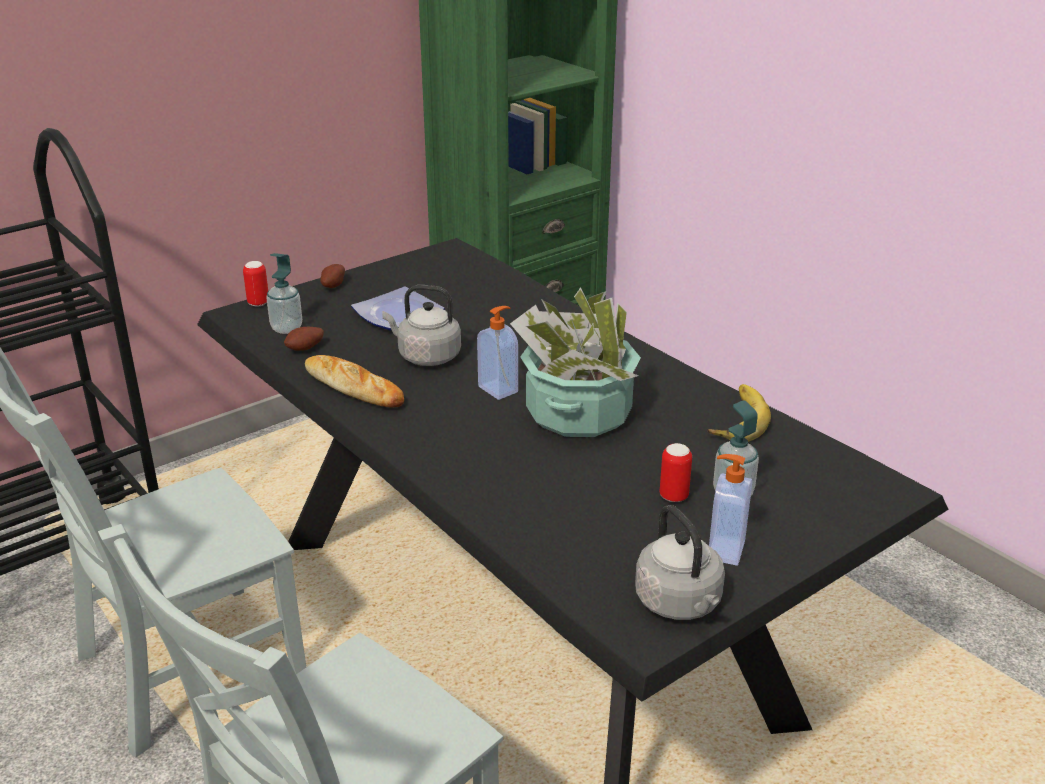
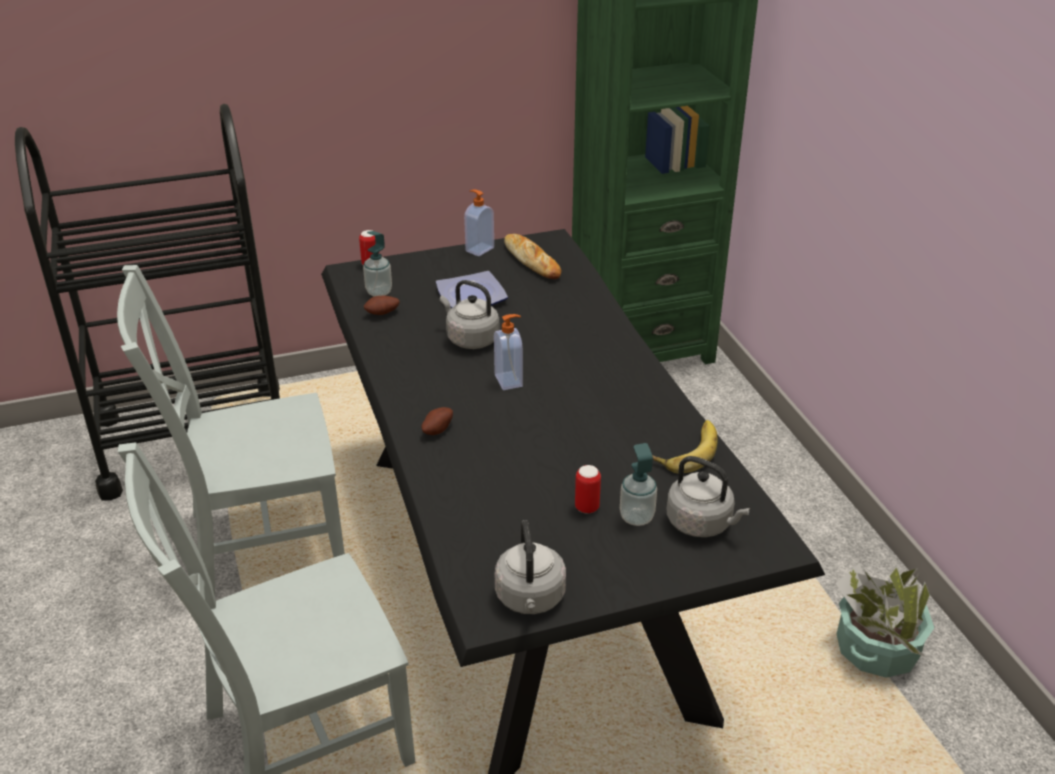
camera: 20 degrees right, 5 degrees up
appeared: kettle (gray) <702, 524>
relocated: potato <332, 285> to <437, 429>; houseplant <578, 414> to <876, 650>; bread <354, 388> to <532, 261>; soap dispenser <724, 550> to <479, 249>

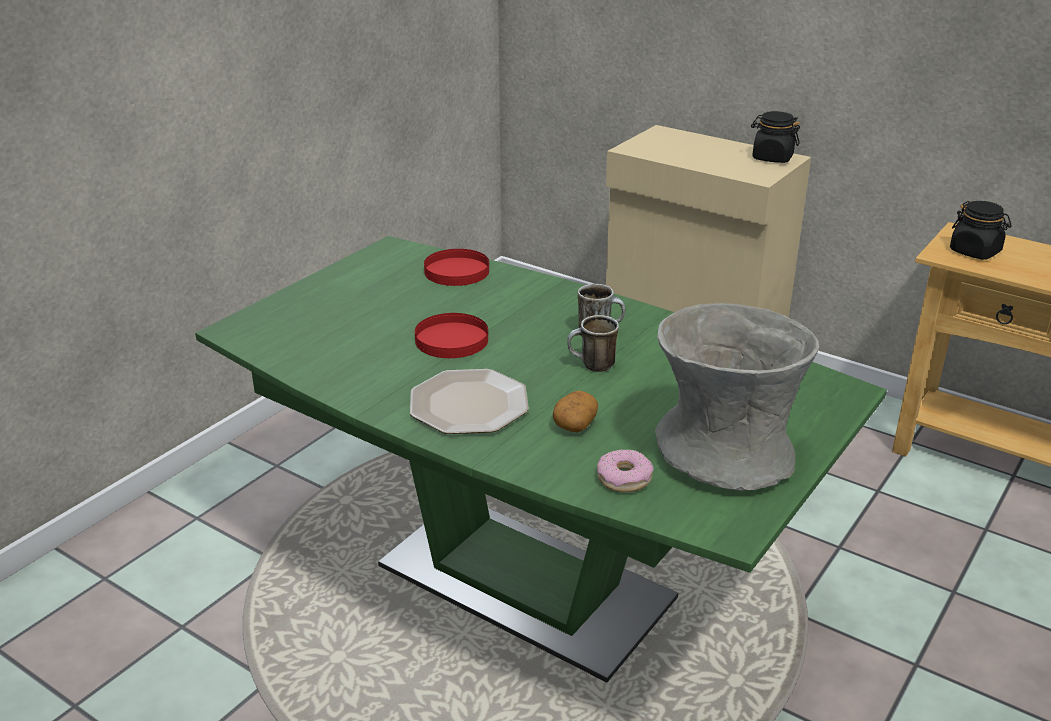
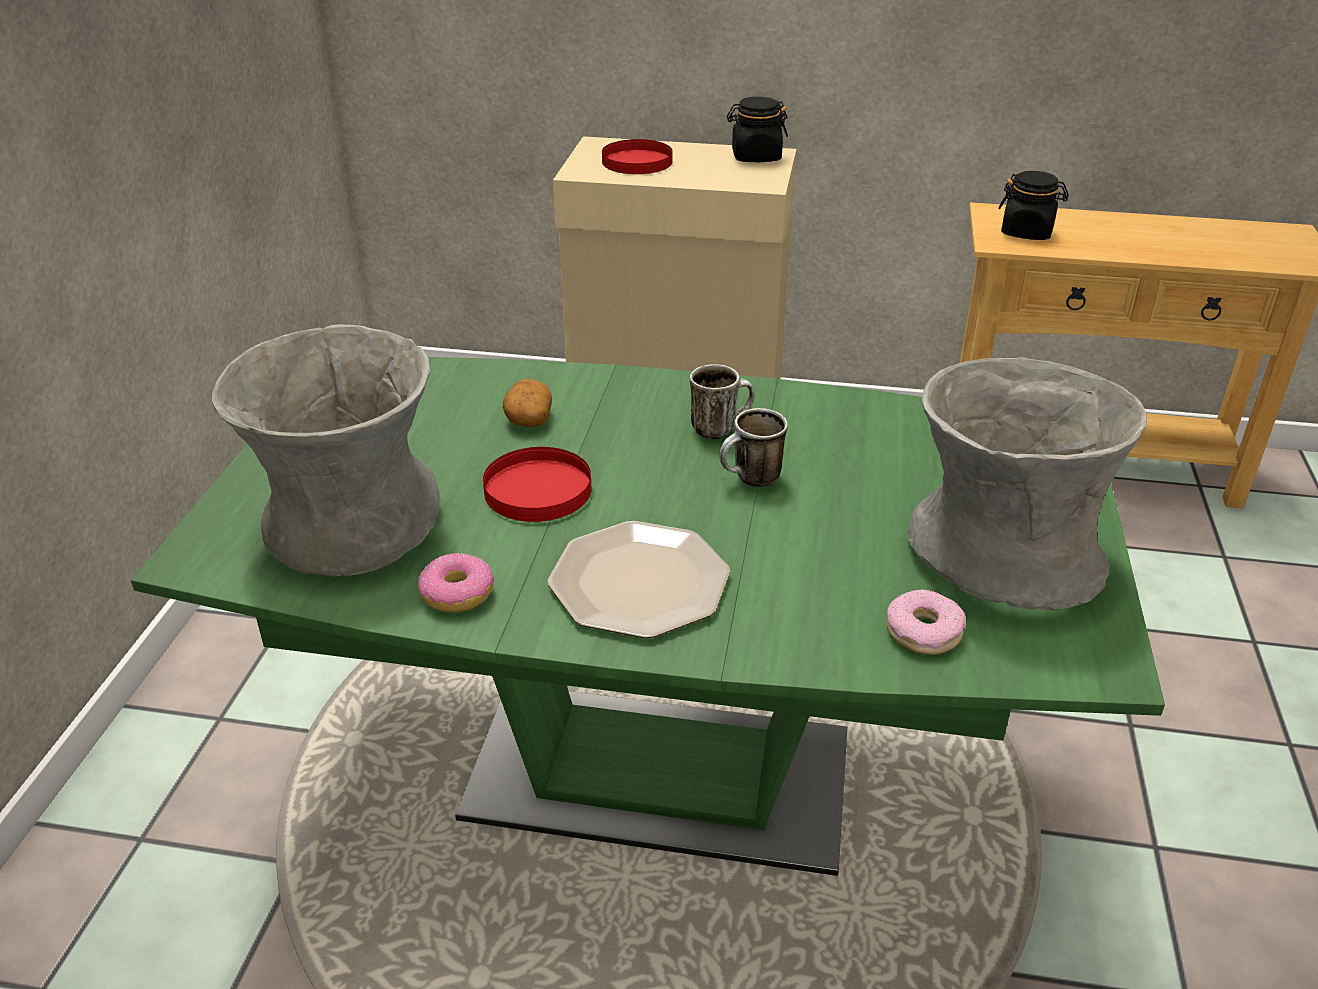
camera: 25 degrees left, 5 degrees up
appeared: vase (gray) <350, 522>; donut <458, 594>
relocated: dinner plate (red) <456, 271> to <636, 161>; potato <575, 423> to <528, 418>

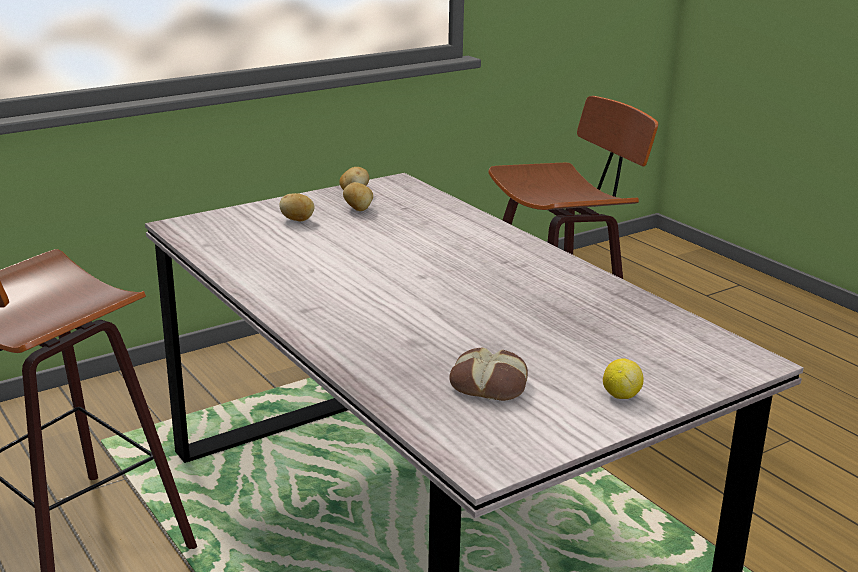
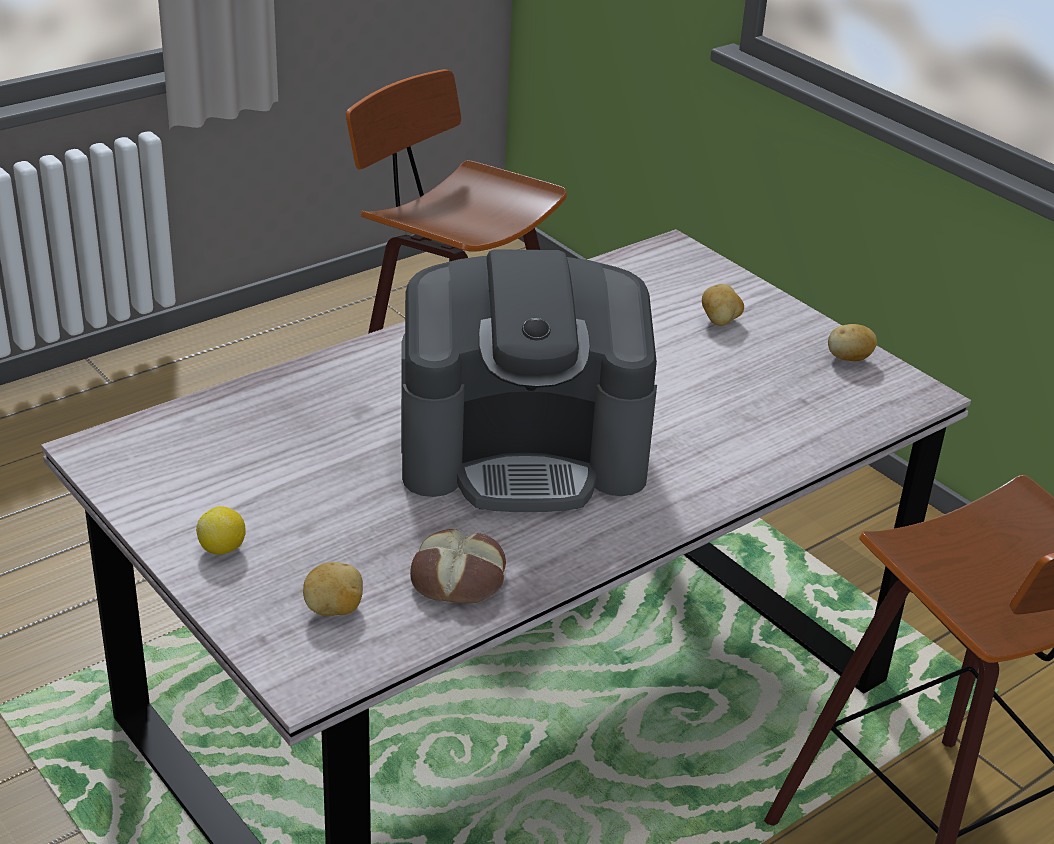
camera: 85 degrees right, 10 degrees up
appeared: coffee brewer <524, 451>
relocated: potato <359, 209> to <334, 610>; bread <490, 383> to <460, 578>

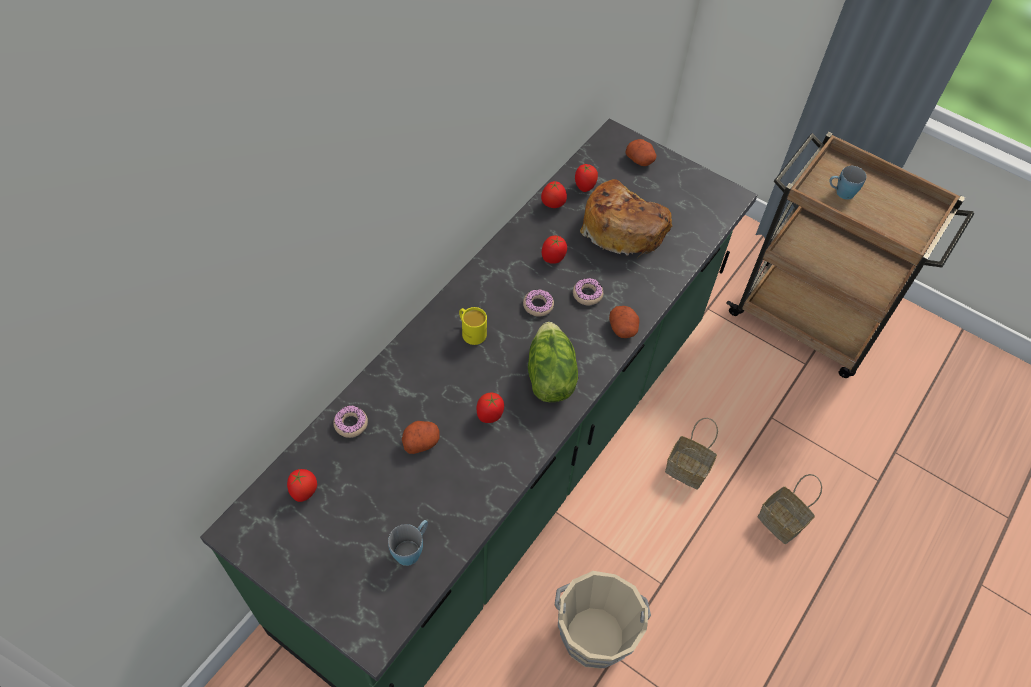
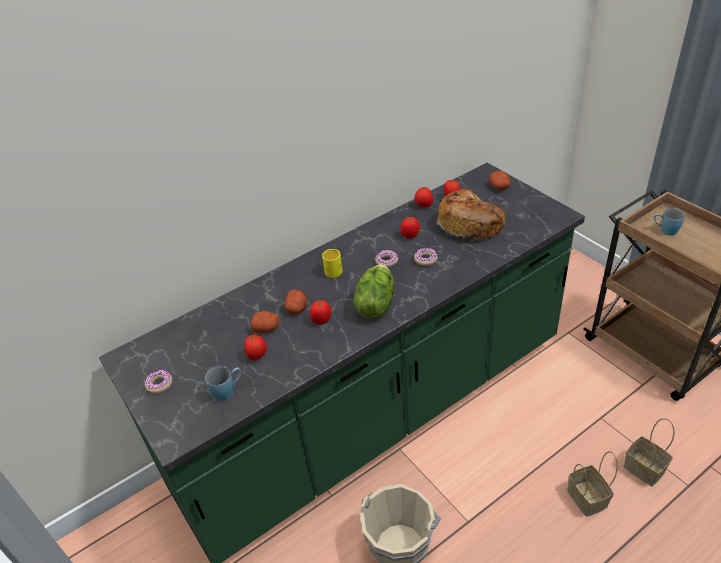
camera: 25 degrees right, 15 degrees down
relocated: potato <623, 328> to <297, 309>; donut <351, 424> to <159, 384>; storage basket <688, 470> to <645, 469>; whole tomato <304, 492> to <257, 356>

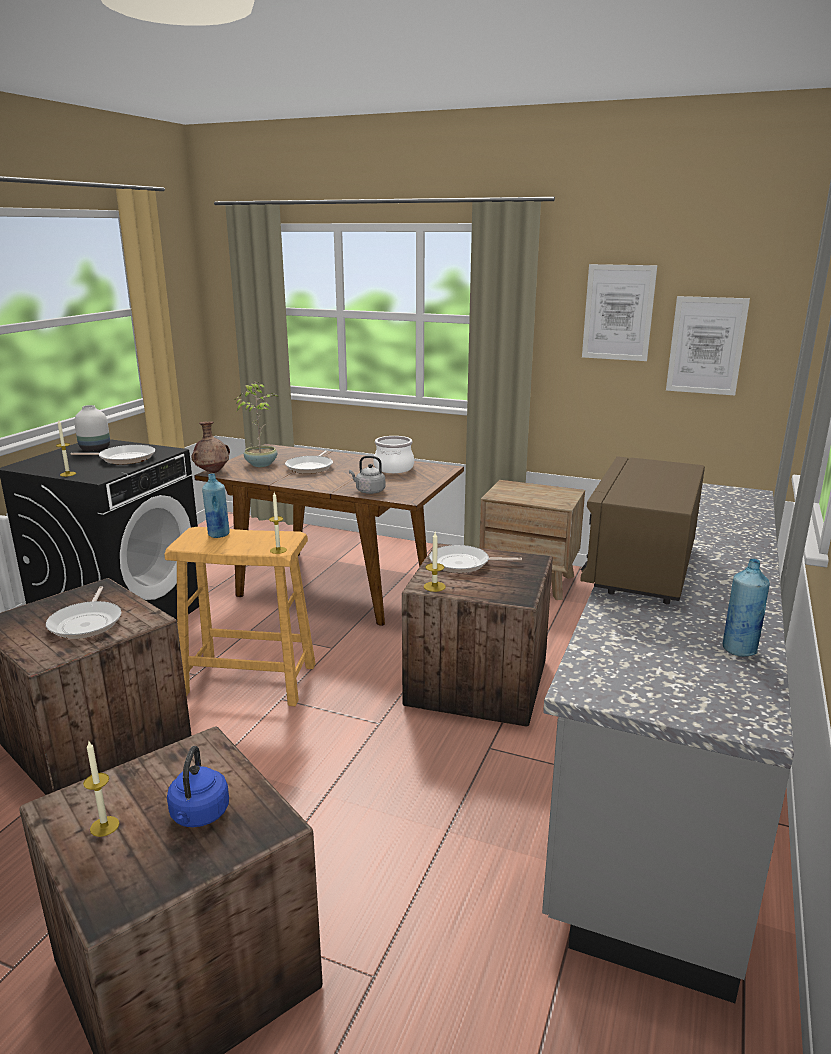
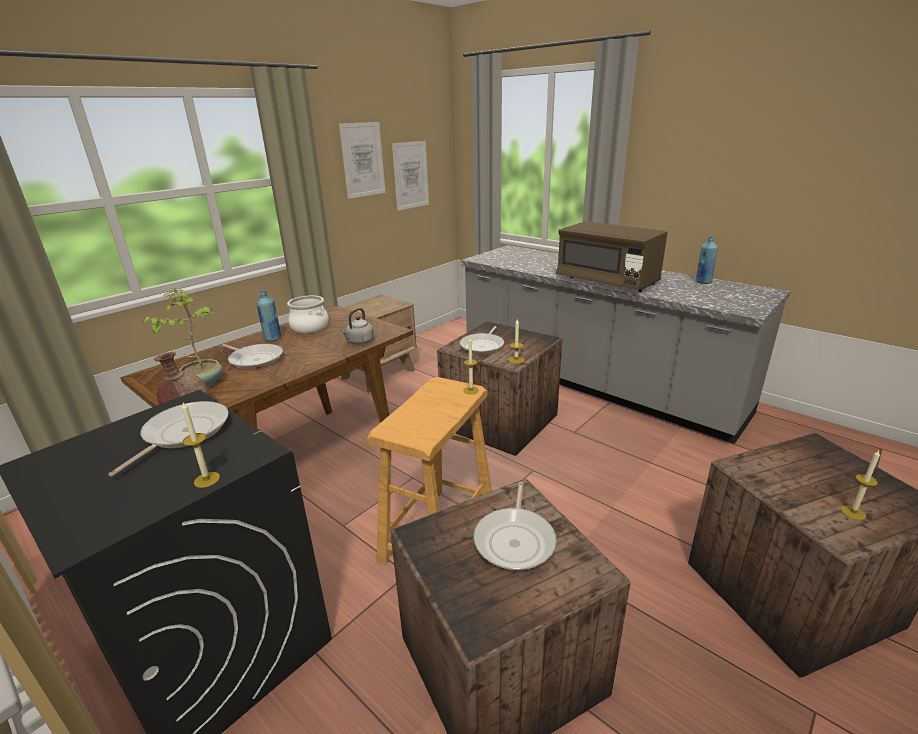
camera: 70 degrees left, 5 degrees up
missing: vase (whitish) <94, 448>; kettle (blue-coloured) <199, 816>
relocated: beverage bottle (blue-coloured) <218, 534> to <272, 338>
spun: pan <87, 623> = <515, 540> 90 degrees clockwise

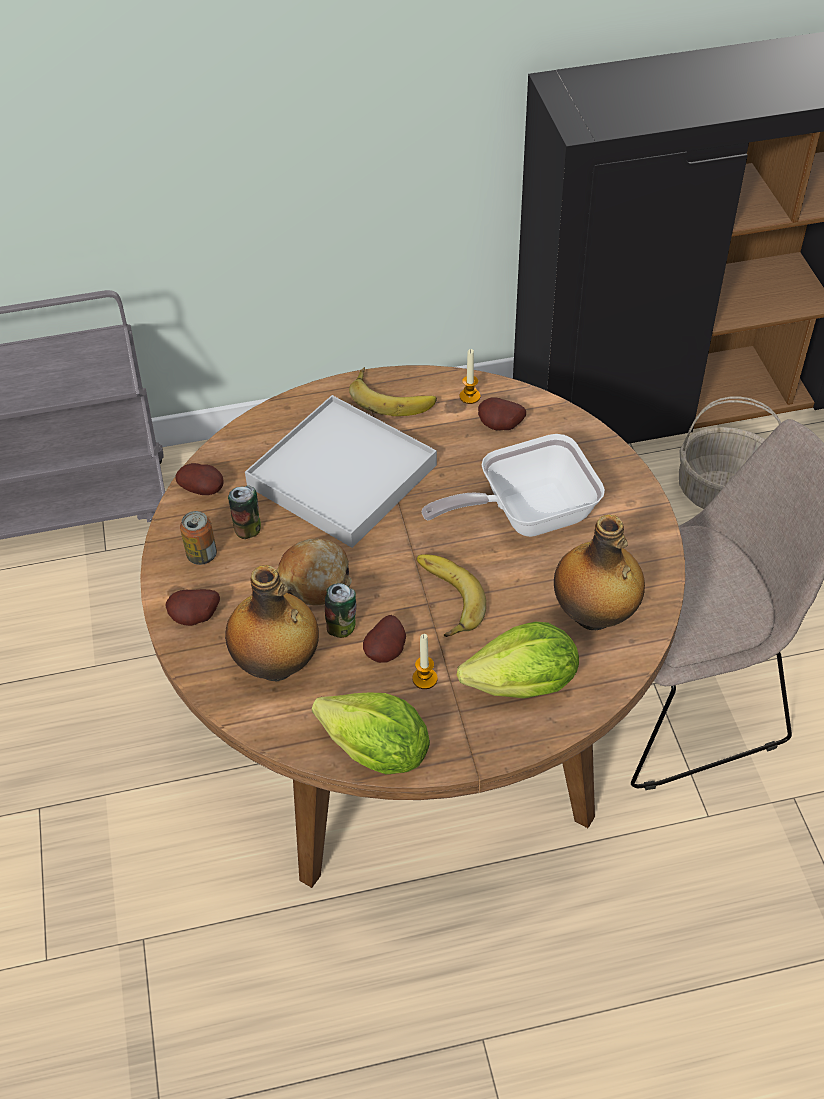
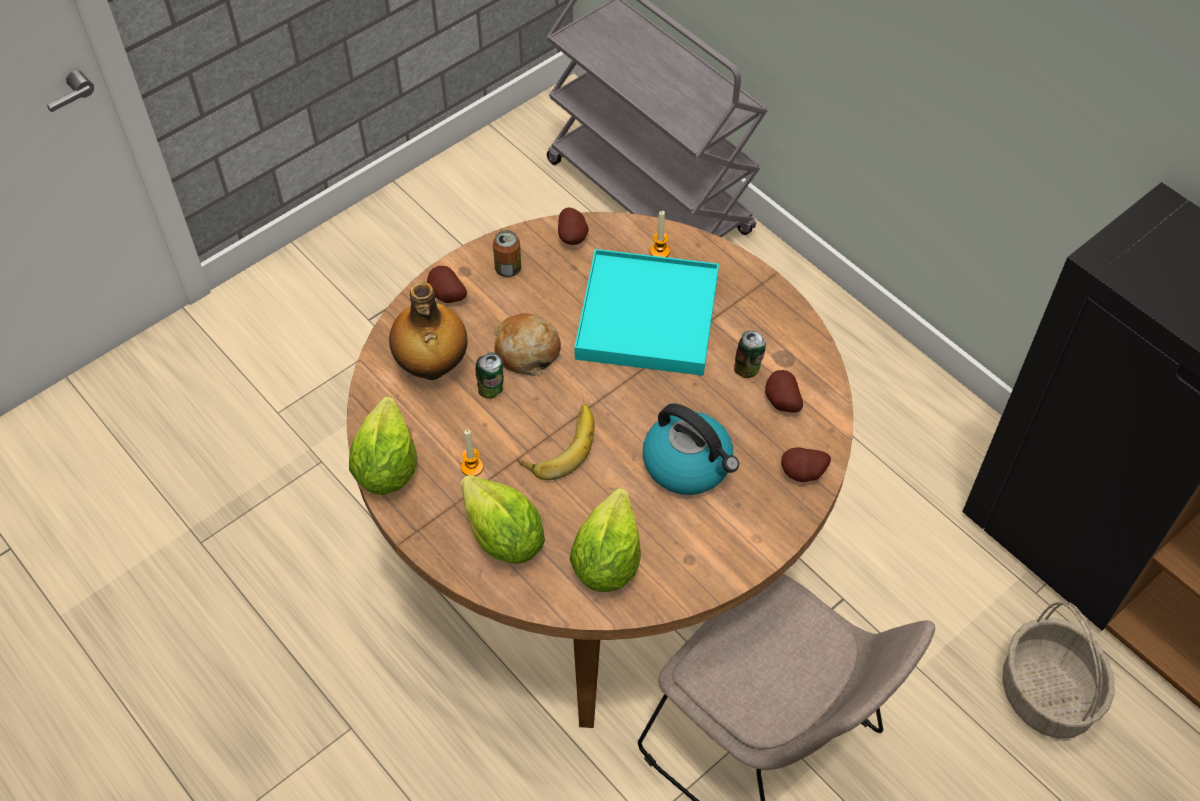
camera: 60 degrees right, 5 degrees up
missing: banana <393, 396>
relocated: candle <469, 396> to <659, 251>; sealed can <248, 528> to <748, 369>; potato <387, 651> to <803, 475>
exchanged: pan <526, 515> to kettle <689, 464>; beverage bottle <594, 615> to lettuce <607, 560>
colour: carrying tray (whitish) <342, 476> to carrying tray (blue-green) <647, 317>

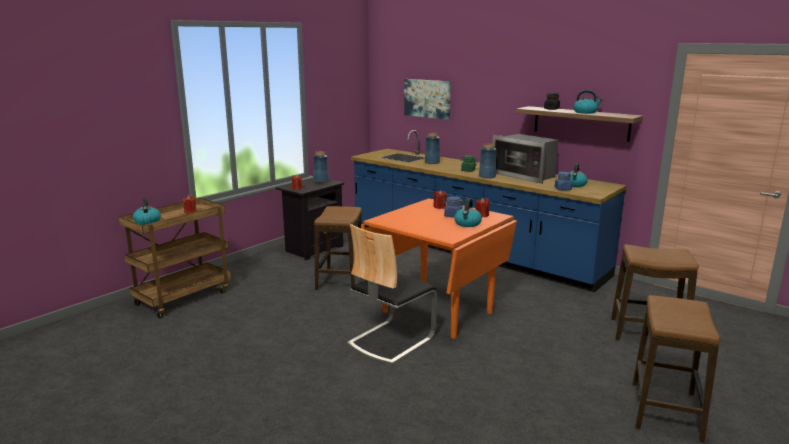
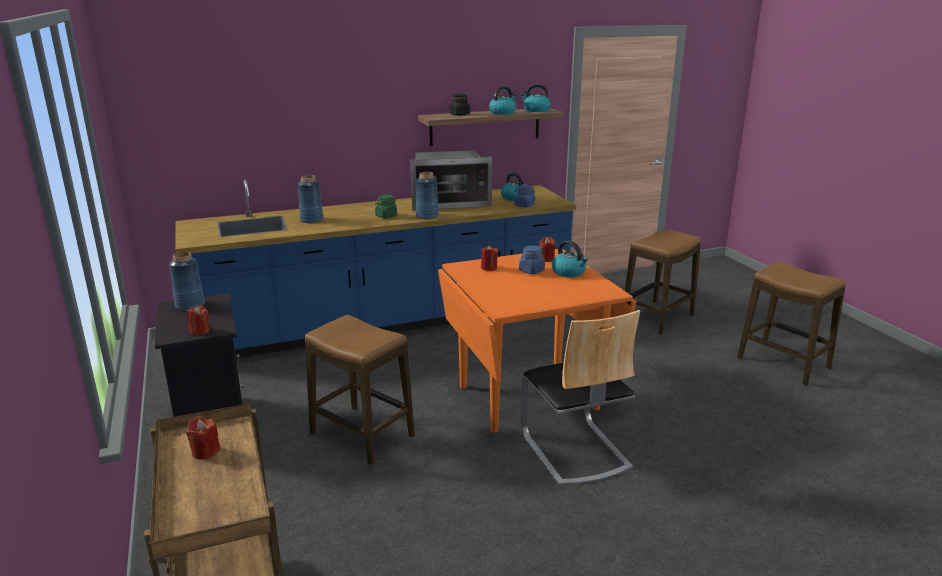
camera: 60 degrees left, 5 degrees up
missing: wall art <427, 98>
relocated: kettle <147, 221> to <536, 110>

